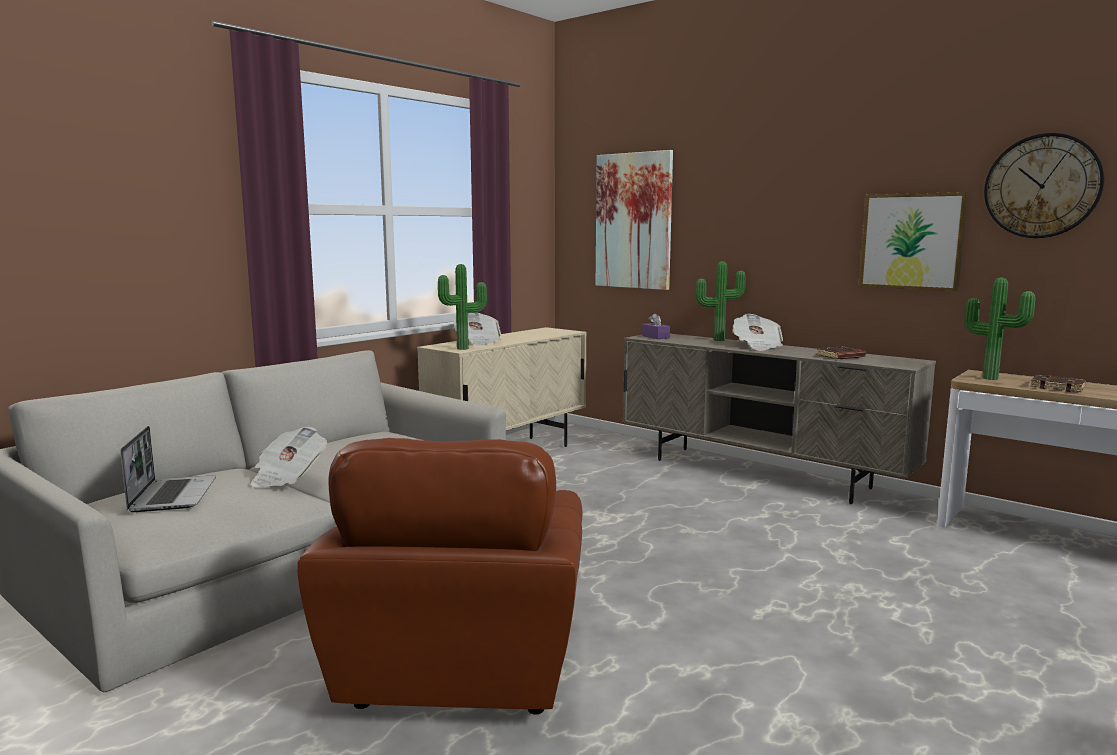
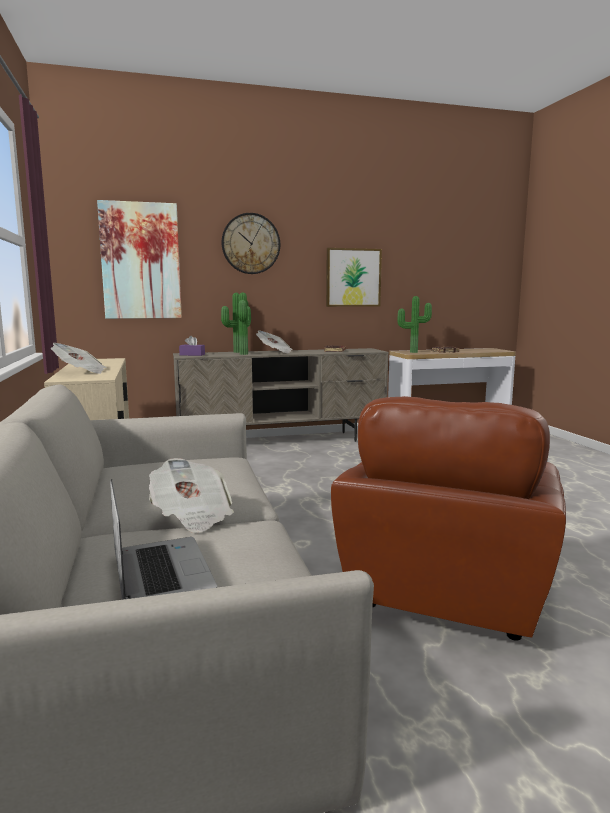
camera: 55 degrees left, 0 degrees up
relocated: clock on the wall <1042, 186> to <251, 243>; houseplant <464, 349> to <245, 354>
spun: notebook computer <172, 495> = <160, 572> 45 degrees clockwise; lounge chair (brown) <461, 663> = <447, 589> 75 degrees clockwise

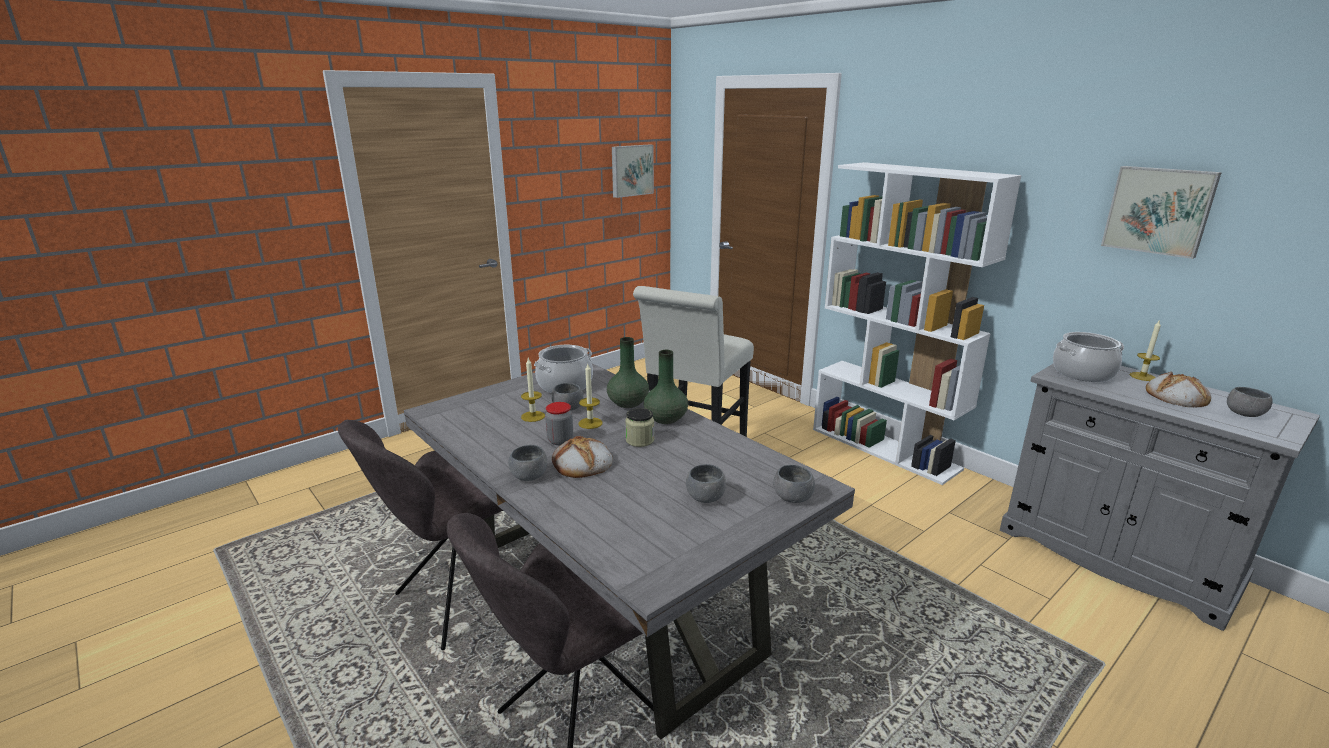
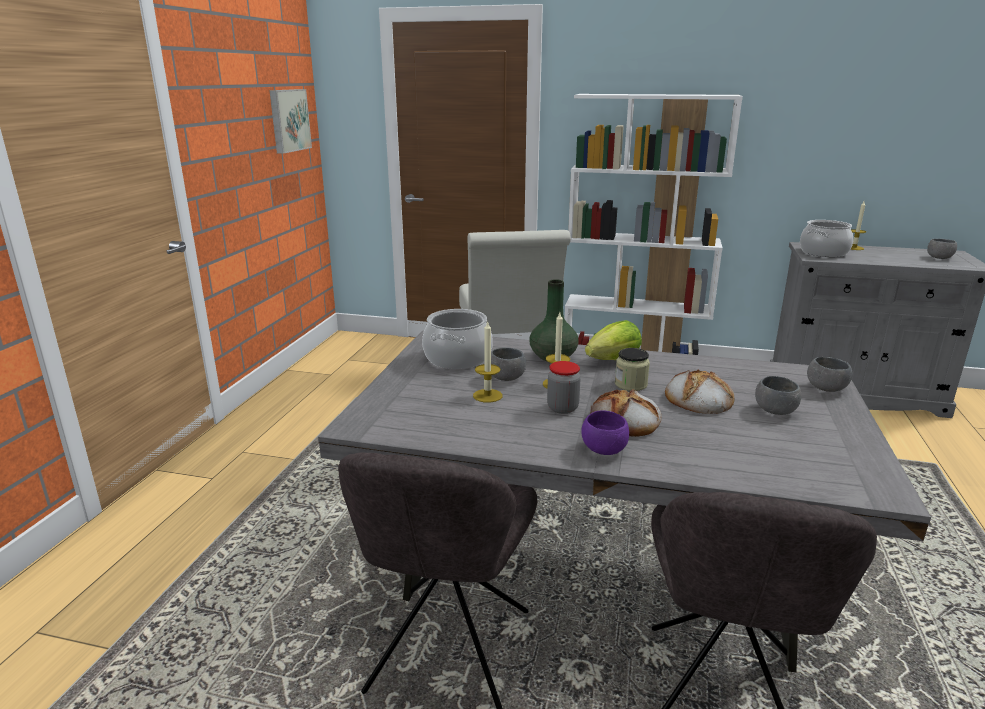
camera: 35 degrees left, 0 degrees up
missing: wall art <1159, 210>
relocated: bread <1176, 396> to <698, 399>
exchanged: vase (green-coloured) <666, 419> to lettuce <613, 360>
colour: deep dish (gray) <529, 476> to deep dish (purple-coloured) <603, 450>

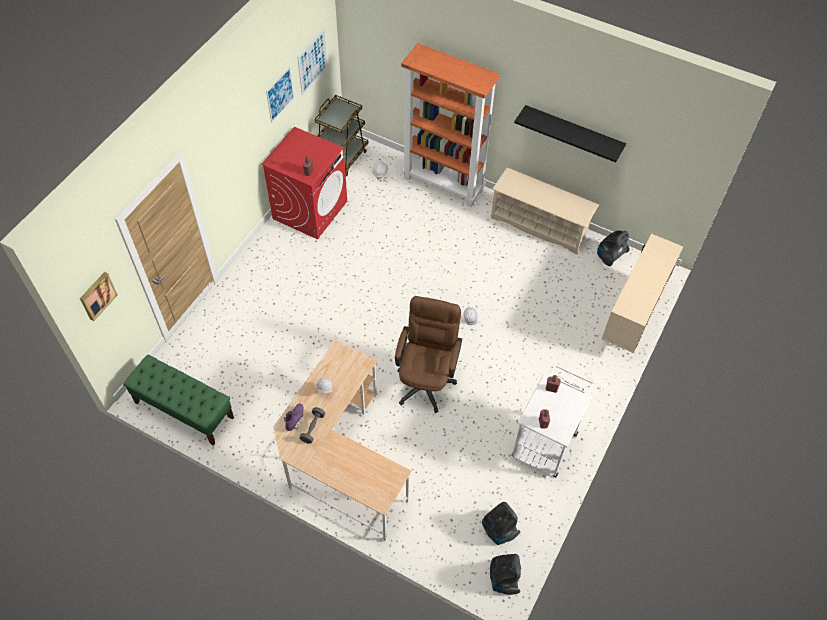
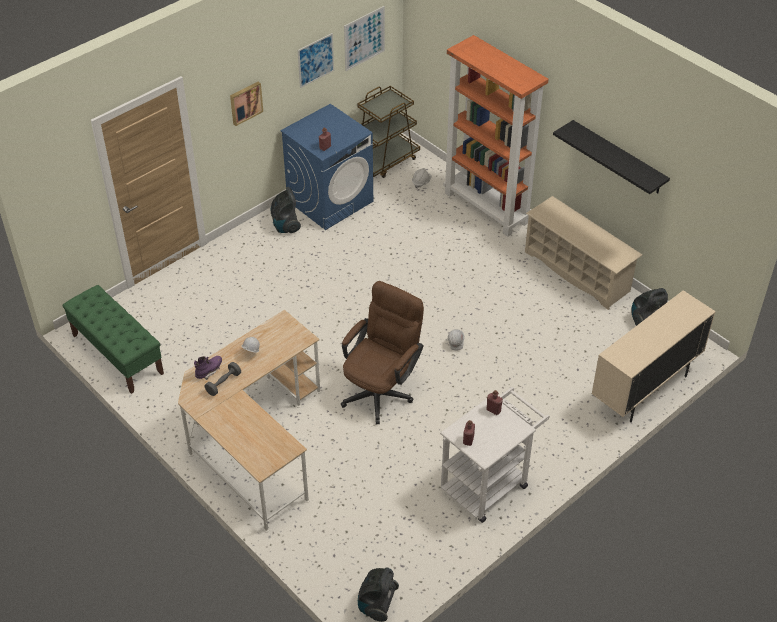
camera: 20 degrees right, 10 degrees down
relocated: wall art <97, 295> to <245, 102>; vacuum cleaner <498, 531> to <285, 226>
colour: washing machine (red) <310, 209> to washing machine (blue-coloured) <330, 201>

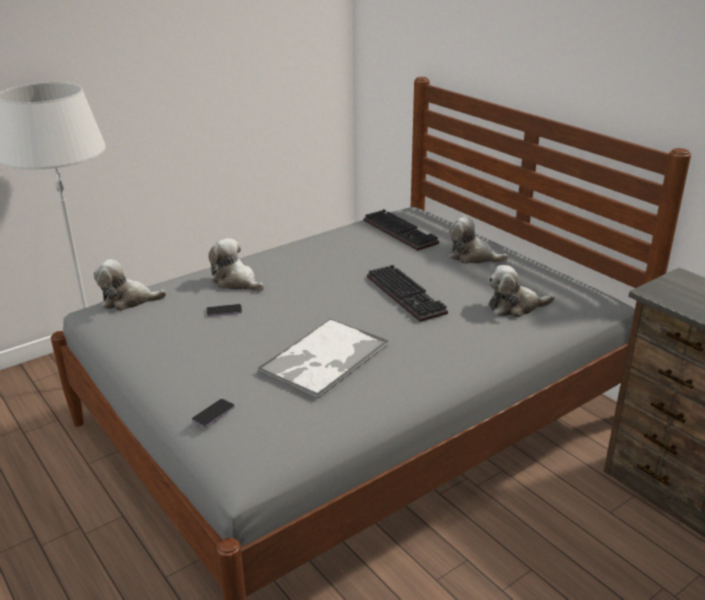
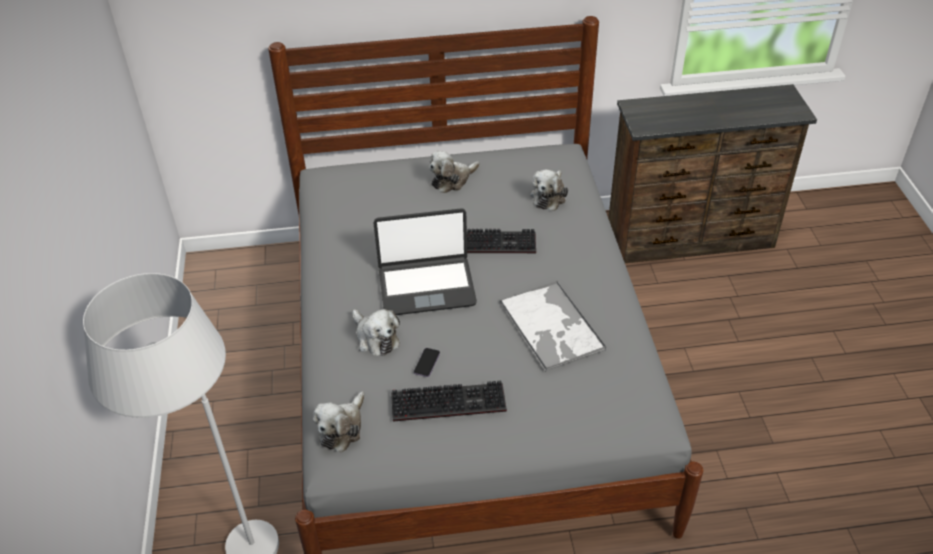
camera: 60 degrees left, 15 degrees up
missing: phone <213, 414>
appeared: notebook computer <426, 286>
relocated: PC keyboard <402, 232> to <450, 401>
spun: cuddly toy <236, 282> = <375, 338> 105 degrees counterclockwise

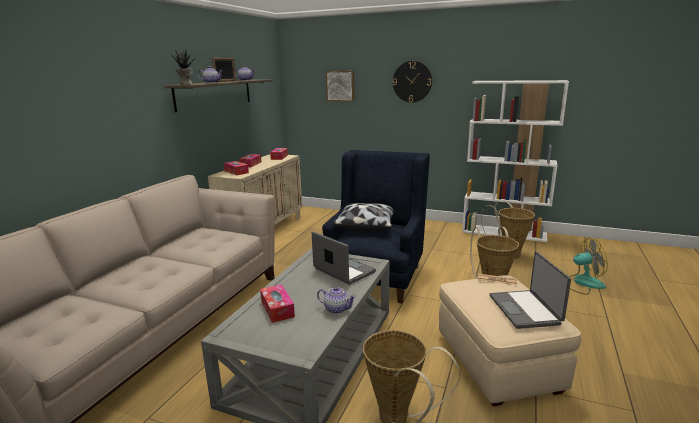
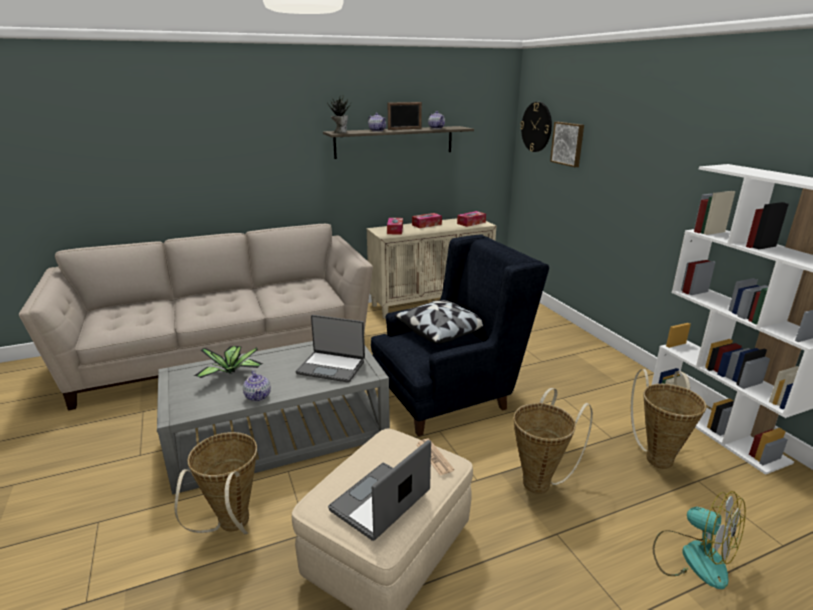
camera: 45 degrees right, 5 degrees up
relocated: clock on the wall <412, 81> to <536, 127>
exchanged: box of tissues <277, 309> to houseplant <231, 372>
spun: notebook computer <343, 271> = <331, 367> 105 degrees clockwise

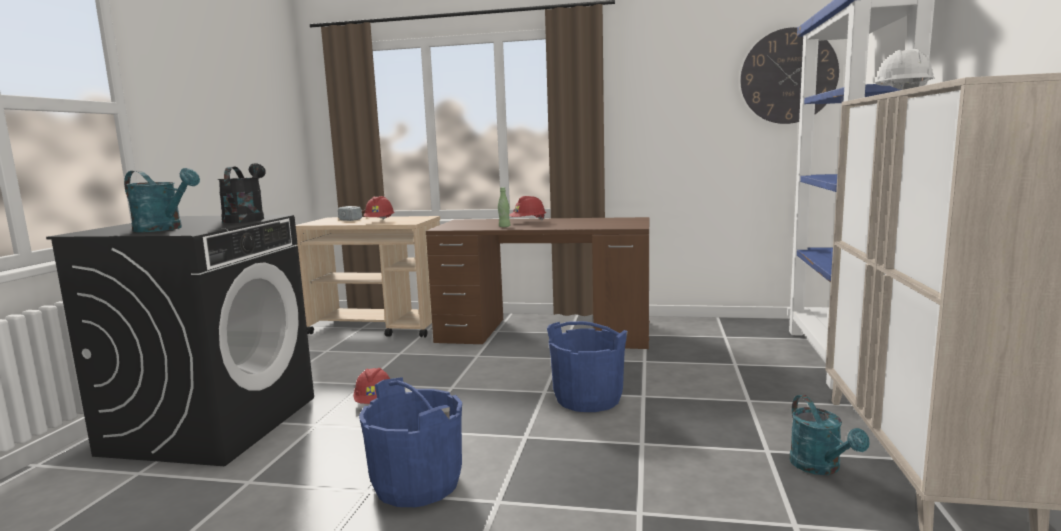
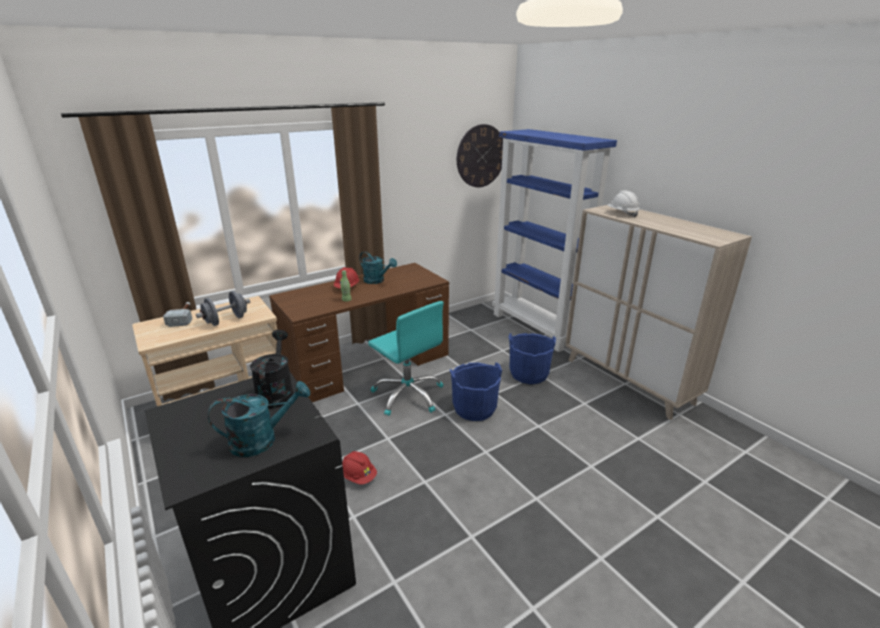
camera: 45 degrees left, 15 degrees up
appeared: computer chair (blue-green) <408, 395>
relocated: pail (blue-coloured) <417, 484> to <529, 374>; sprinkling can (blue-green) <820, 468> to <377, 281>
exchanged: hard hat (red) <380, 221> to hand weight (gray) <226, 320>
spun: sprinkling can (black-coloured) <246, 219> = <276, 392> 45 degrees clockwise

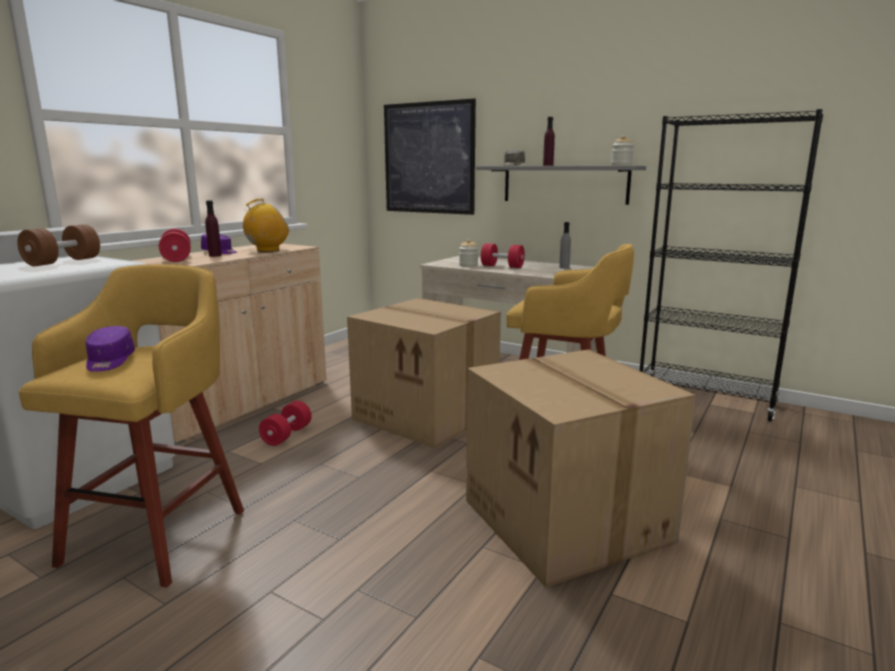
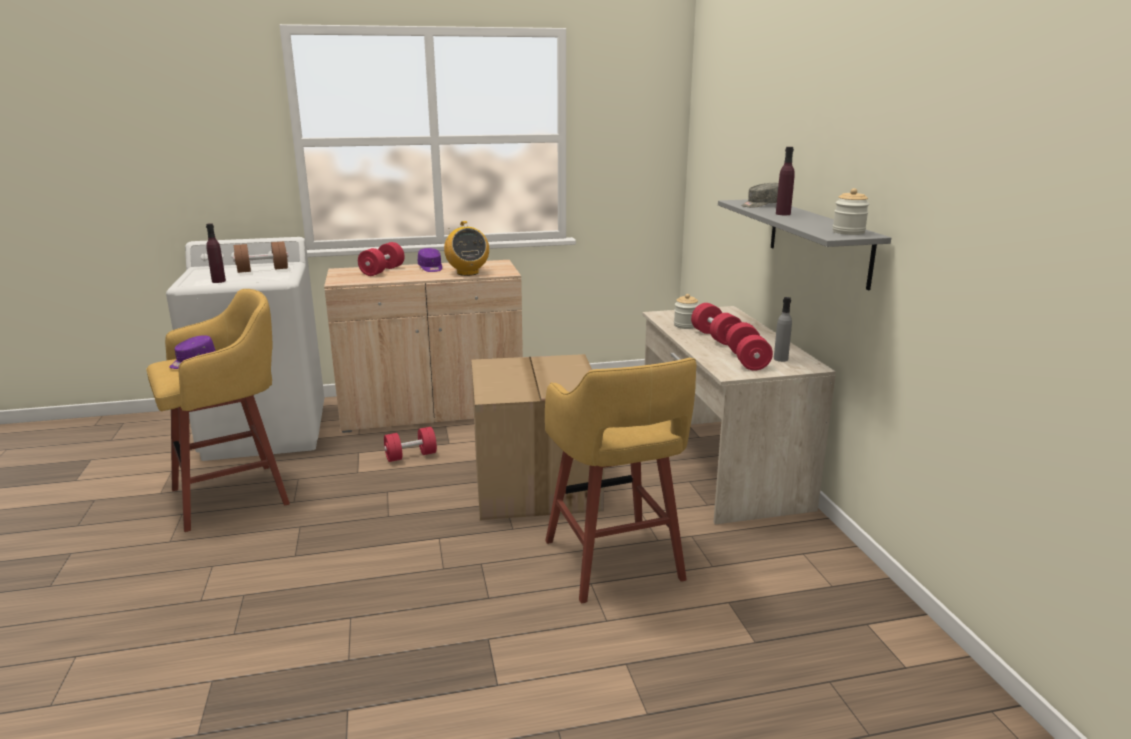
camera: 45 degrees right, 5 degrees up
missing: wall art <428, 158>; bookshelf (black-coloured) <705, 400>; cardboard box <569, 521>
appeared: hand weight (red) <747, 360>
relocated: beverage bottle (purple-coloured) <215, 255> to <218, 281>
spun: radio receiver <267, 250> = <467, 273> 60 degrees clockwise

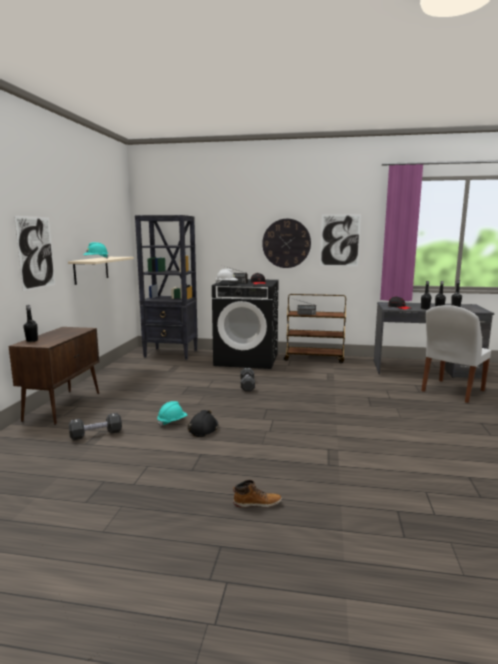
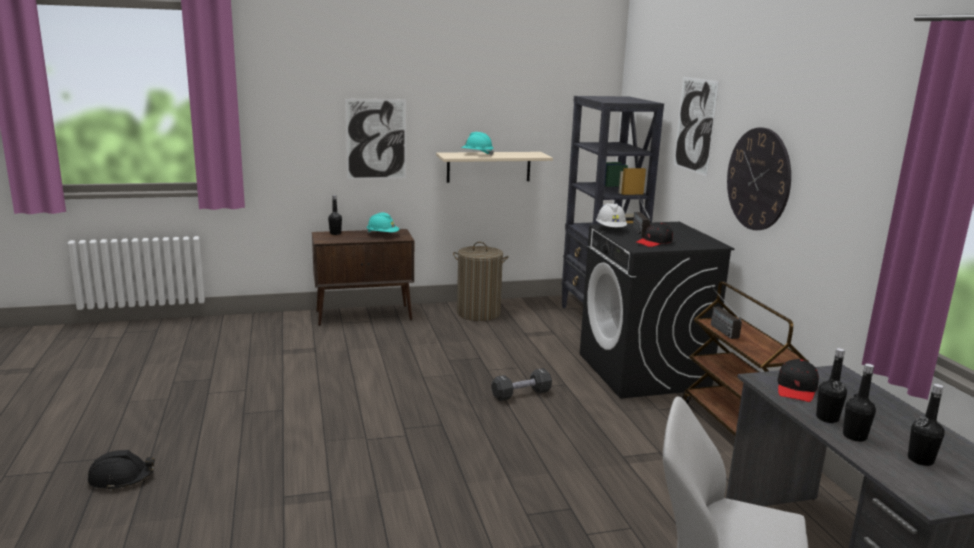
camera: 65 degrees right, 5 degrees up
missing: hand weight (black-coloured) <96, 434>; high-top boot <257, 503>
appeared: hamper <478, 313>
relocated: wall art <340, 240> to <695, 125>; hard hat (blue-green) <172, 422> to <382, 235>; hard hat (black-coloured) <203, 429> to <121, 478>

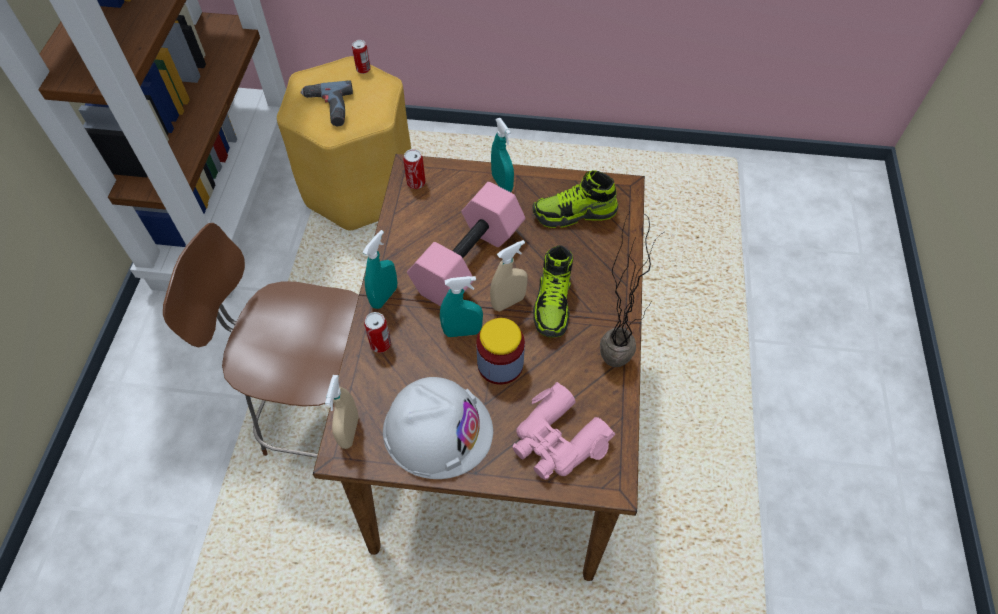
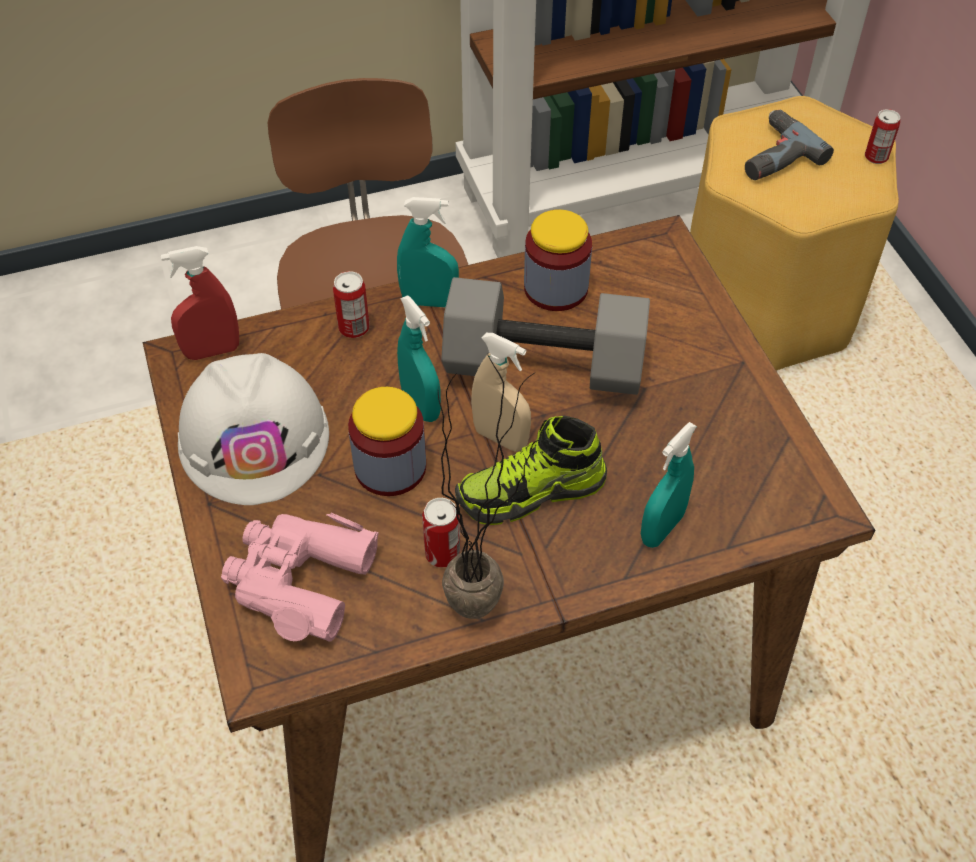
camera: 65 degrees right, 5 degrees down
missing: low shoe <574, 214>
appeared: preserve jar <556, 288>
relocated: sprayer (blue-green) <502, 184> to <662, 528>; sealed can <416, 183> to <442, 553>
colour: hand weight (pink) <469, 262> to hand weight (gray) <542, 367>; sprayer (sand-coloured) <349, 432> to sprayer (red) <212, 351>

